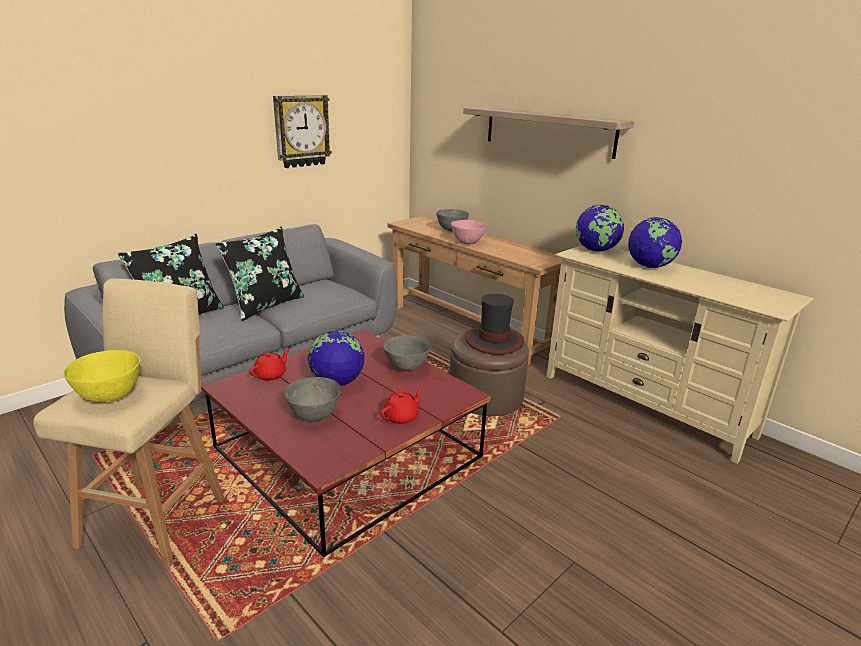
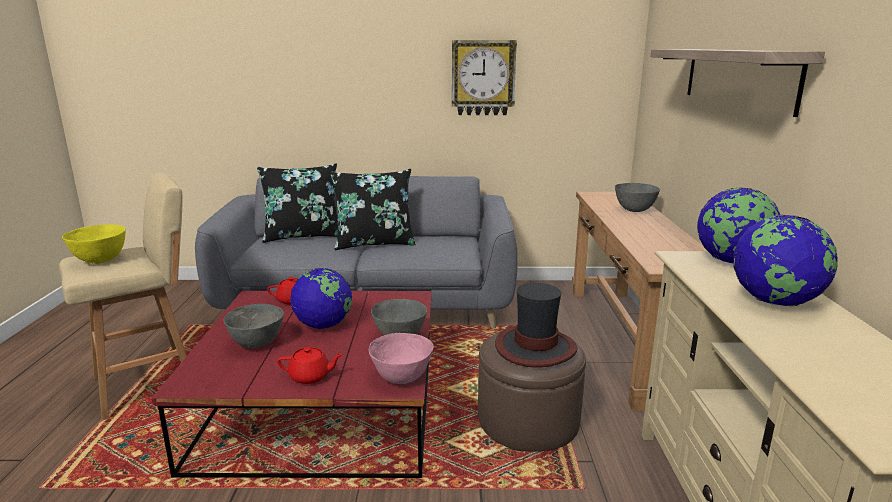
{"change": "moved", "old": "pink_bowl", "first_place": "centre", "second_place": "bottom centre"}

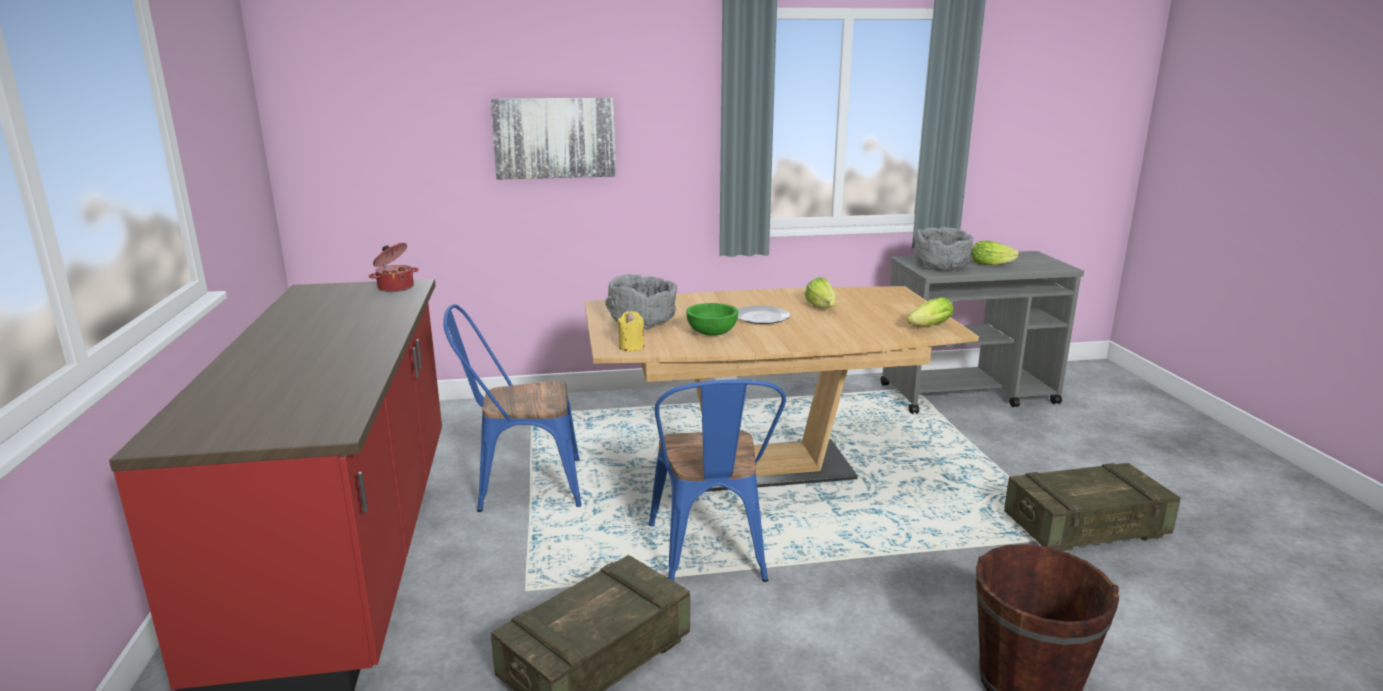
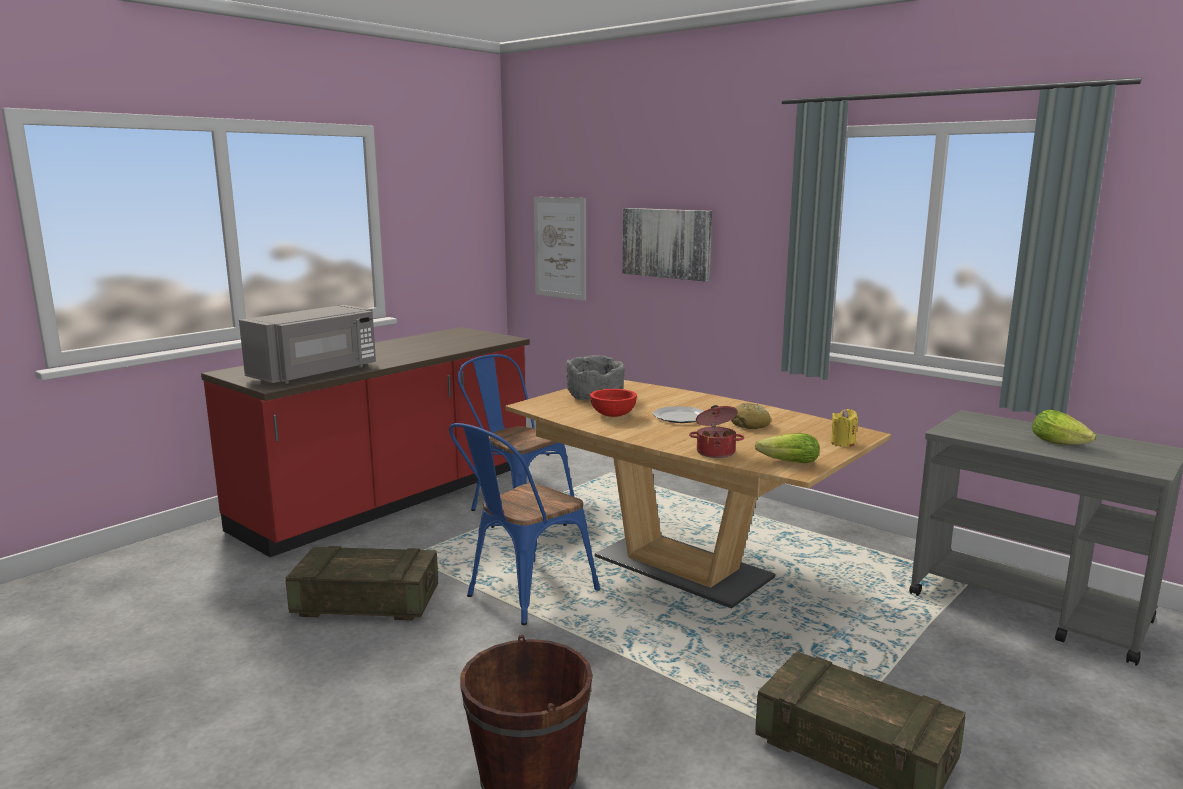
{"change": "moved", "old": "cooking_pot", "first_place": "middle left", "second_place": "centre"}
{"change": "moved", "old": "yellow_candle", "first_place": "centre", "second_place": "middle right"}
{"change": "recoloured", "old": "green_bowl", "new": "red_bowl", "first_place": "centre", "second_place": "centre"}
{"change": "replaced", "old": "lettuce (1st from left)", "new": "bread", "first_place": "centre", "second_place": "centre"}
{"change": "removed", "old": "grey_bowl (2nd from left)", "first_place": "middle right"}
{"change": "added", "new": "grey_microwave", "second_place": "middle left"}
{"change": "added", "new": "picture (1st from left)", "second_place": "top centre"}

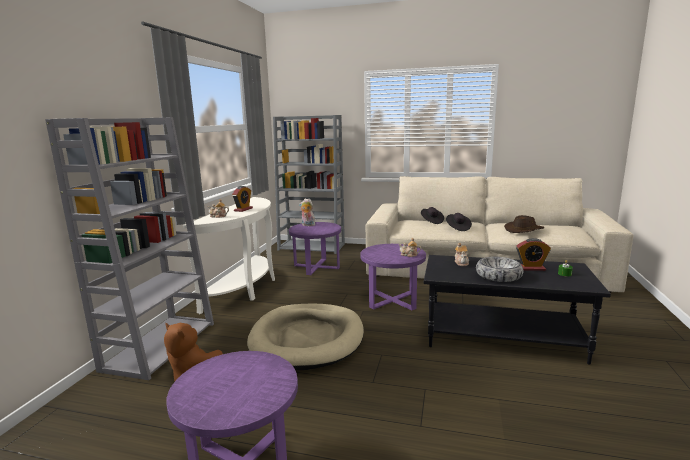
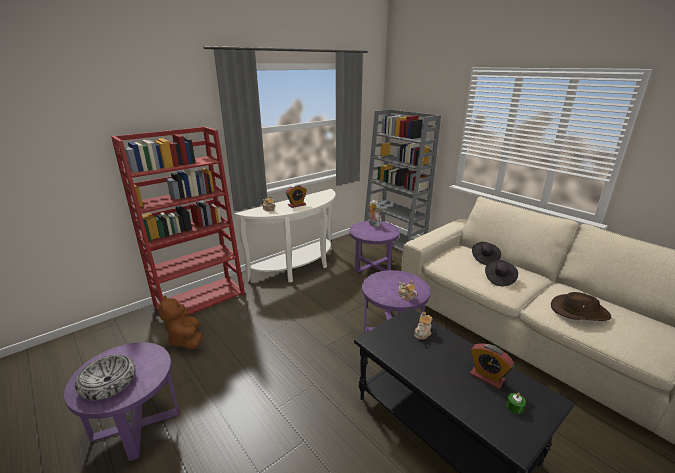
{"change": "recoloured", "old": "grey_bookcase (1st from left)", "new": "red_bookcase", "first_place": "middle left", "second_place": "middle left"}
{"change": "removed", "old": "beige_dog_bed", "first_place": "bottom centre"}
{"change": "moved", "old": "bowl", "first_place": "middle right", "second_place": "bottom left"}

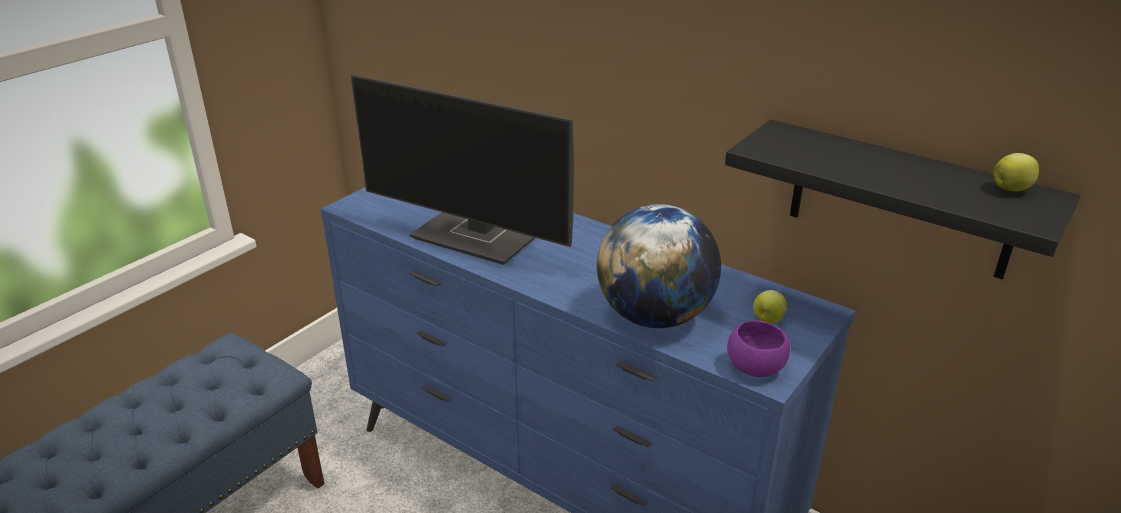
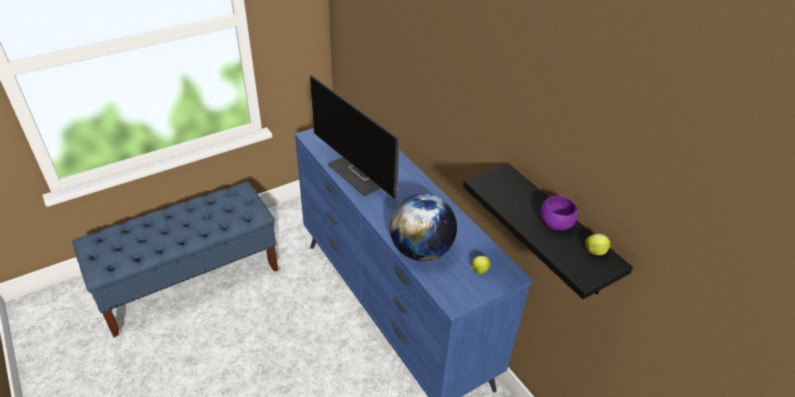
{"change": "moved", "old": "purple_bowl", "first_place": "bottom right", "second_place": "middle right"}

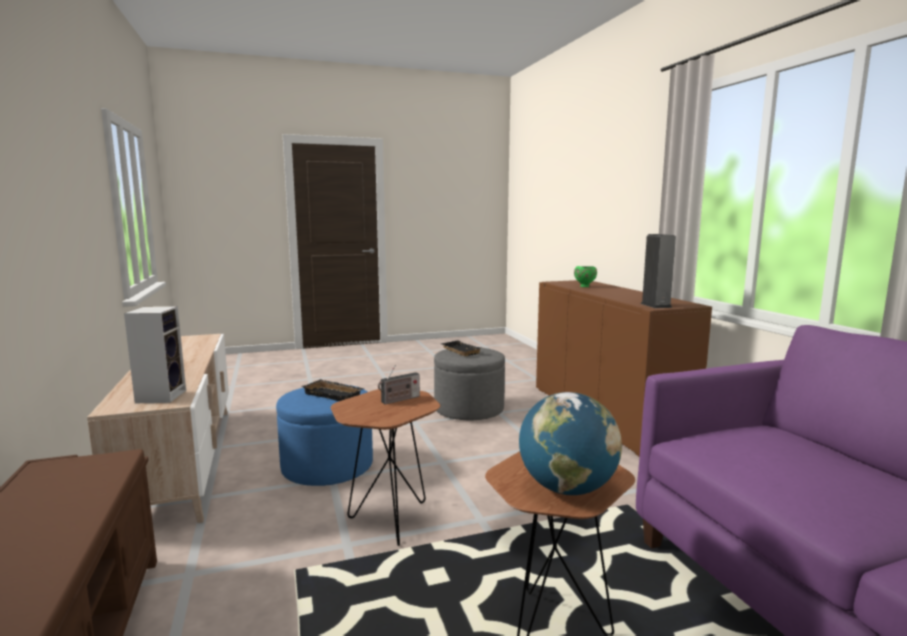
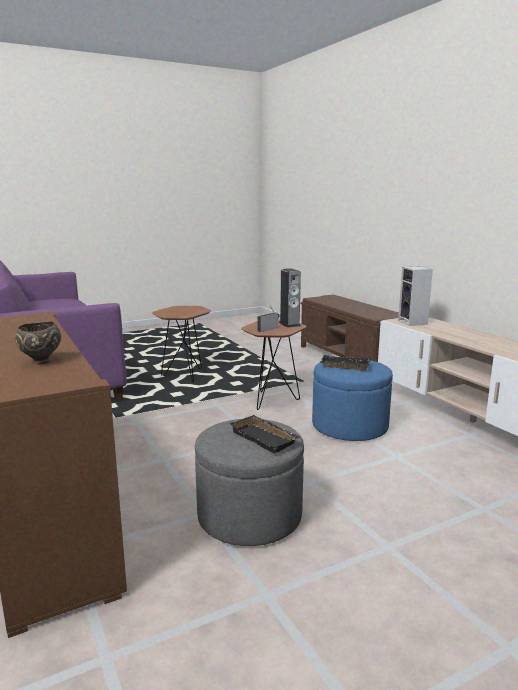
{"change": "removed", "old": "globe", "first_place": "bottom centre"}
{"change": "recoloured", "old": "green_bowl", "new": "brown_bowl", "first_place": "centre", "second_place": "middle left"}
{"change": "moved", "old": "speaker (2nd from left in the first image)", "new": "speaker (1st from left)", "first_place": "middle right", "second_place": "centre"}

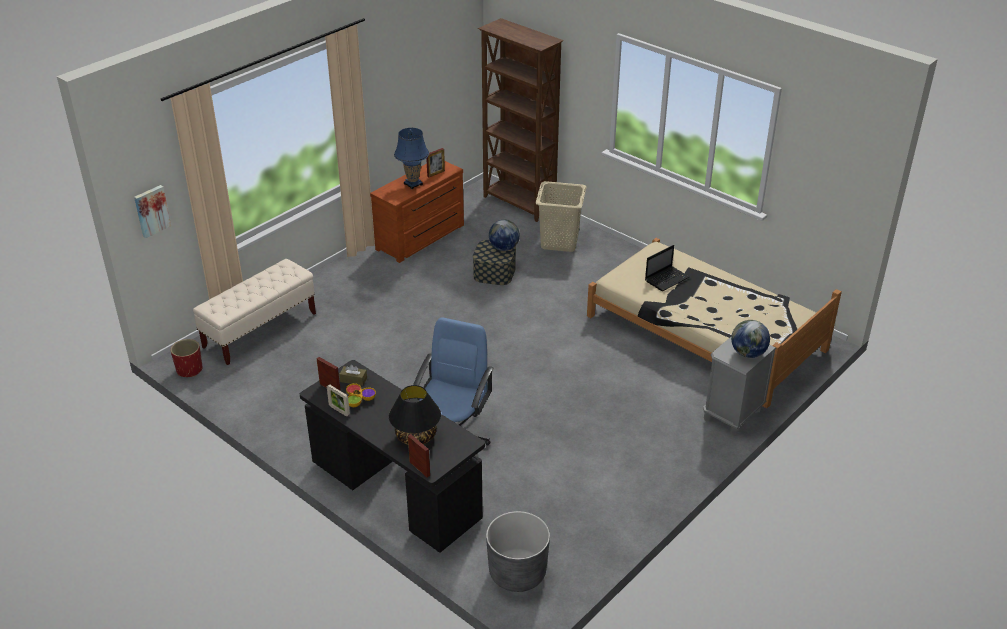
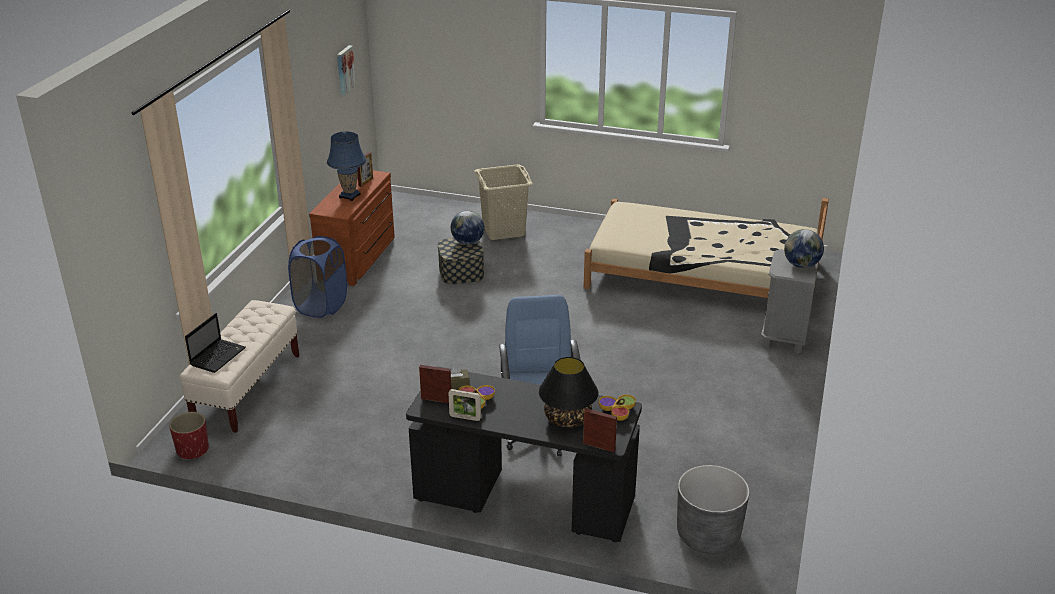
{"change": "moved", "old": "picture", "first_place": "middle left", "second_place": "top left"}
{"change": "removed", "old": "brown_bookcase", "first_place": "top centre"}
{"change": "moved", "old": "laptop", "first_place": "centre", "second_place": "middle left"}
{"change": "added", "new": "blue_laundry_basket", "second_place": "middle left"}
{"change": "added", "new": "bowl (2nd from left)", "second_place": "bottom centre"}

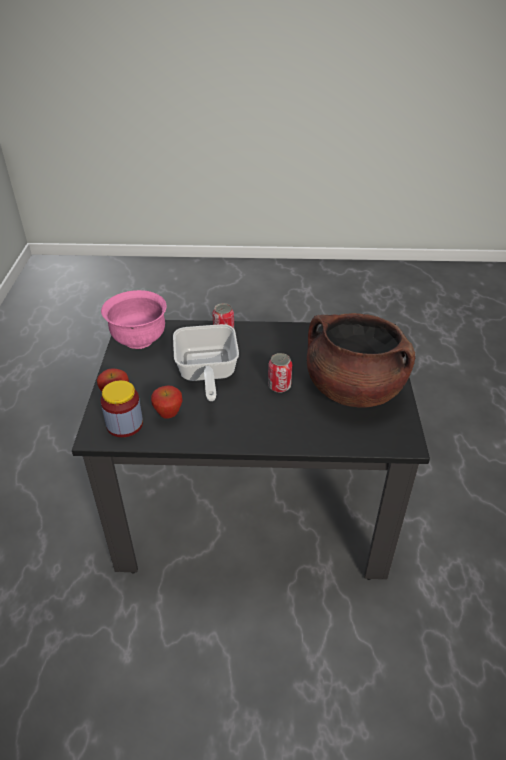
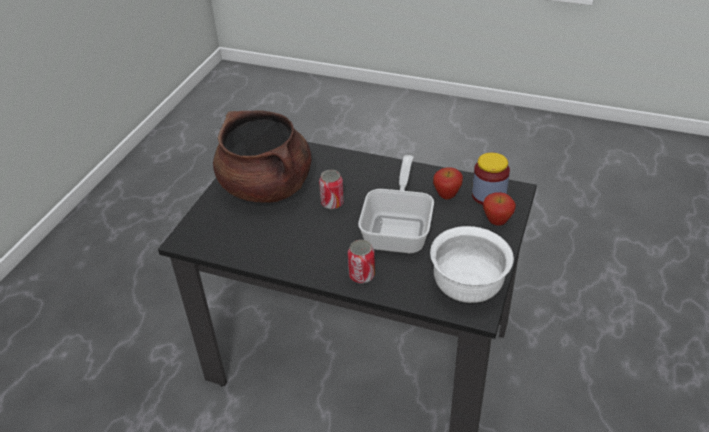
{"change": "recoloured", "old": "pink_bowl", "new": "white_bowl", "first_place": "middle left", "second_place": "centre"}

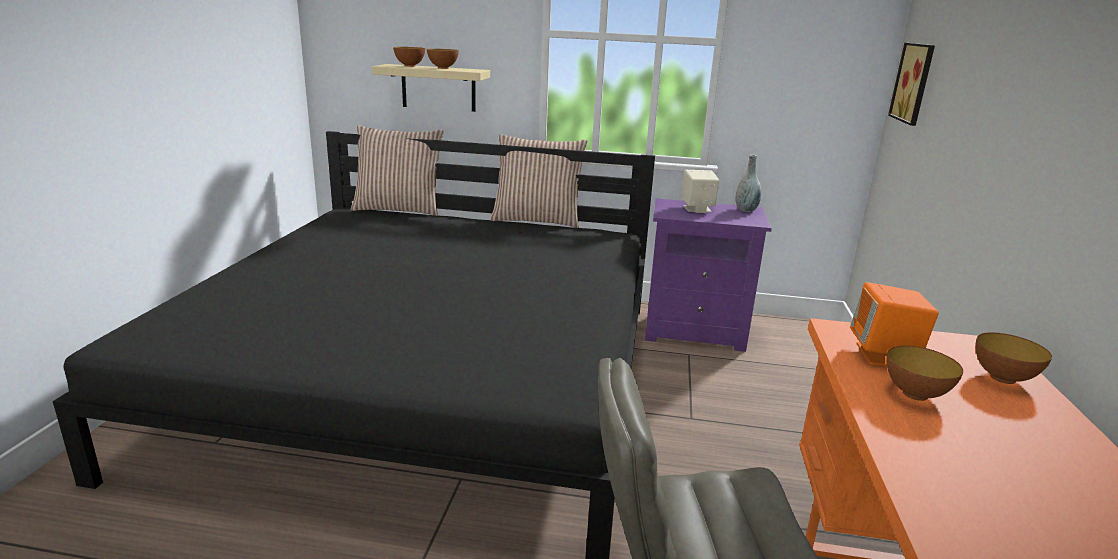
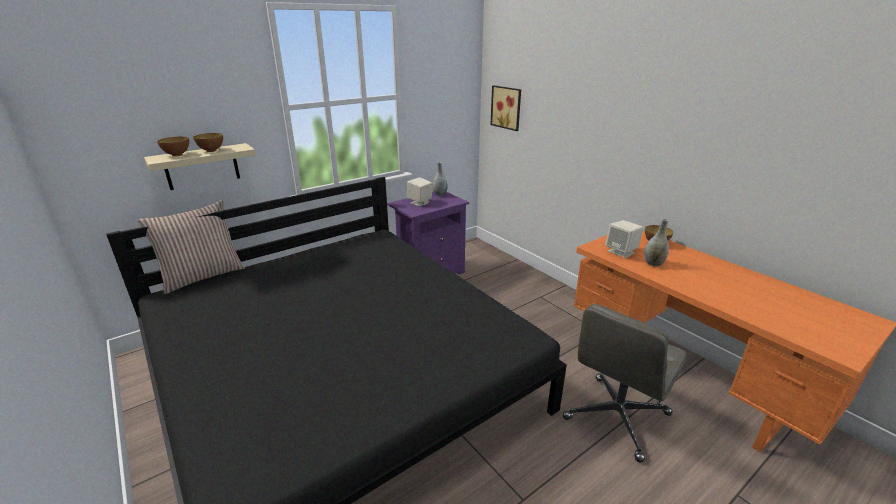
{"change": "removed", "old": "pillow (2nd from left)", "first_place": "top centre"}
{"change": "recoloured", "old": "orange_speaker", "new": "beige_speaker (2nd from left)", "first_place": "middle right", "second_place": "middle right"}
{"change": "replaced", "old": "bowl (3rd from left)", "new": "grey_vase (2nd from left)", "first_place": "bottom right", "second_place": "middle right"}

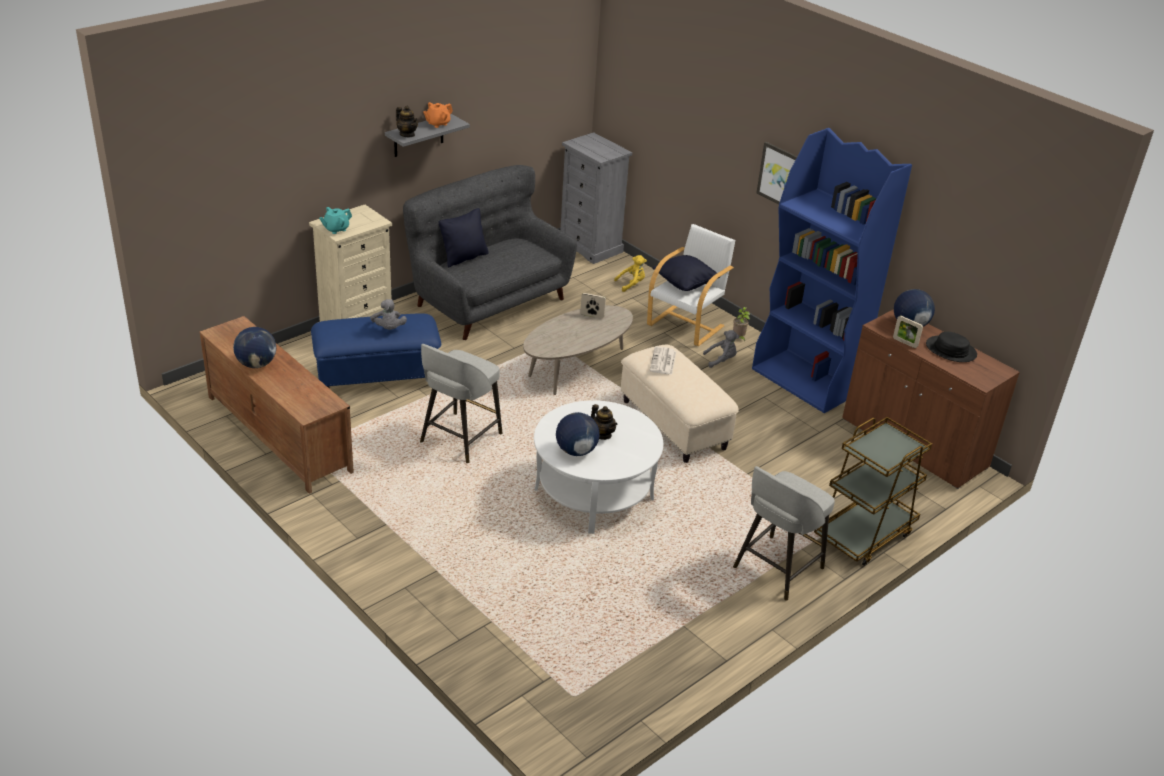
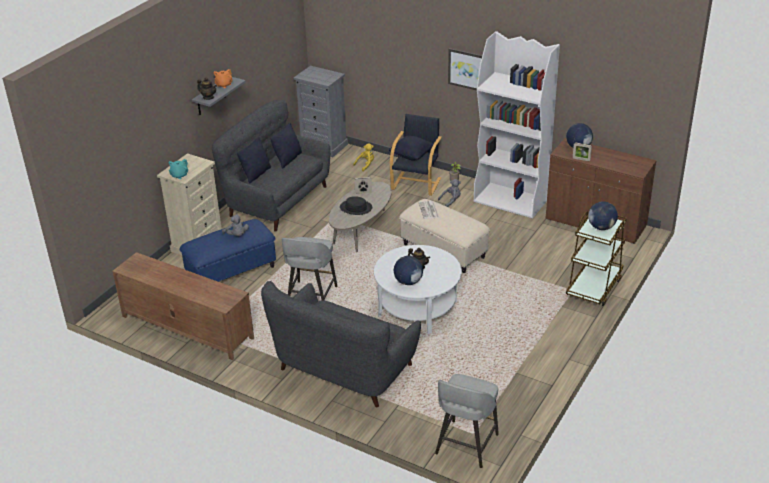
{"change": "moved", "old": "globe (1st from left in the first image)", "new": "globe (3rd from left)", "first_place": "middle left", "second_place": "middle right"}
{"change": "recoloured", "old": "white_armchair", "new": "black_armchair", "first_place": "centre", "second_place": "top centre"}
{"change": "moved", "old": "grey_stool (2nd from left)", "first_place": "bottom right", "second_place": "bottom centre"}
{"change": "recoloured", "old": "blue_bookcase", "new": "white_bookcase", "first_place": "middle right", "second_place": "top right"}
{"change": "moved", "old": "black_hat", "first_place": "middle right", "second_place": "centre"}
{"change": "added", "new": "grey_sofa (2nd from left)", "second_place": "bottom centre"}
{"change": "added", "new": "black_pillow (2nd from left)", "second_place": "top centre"}

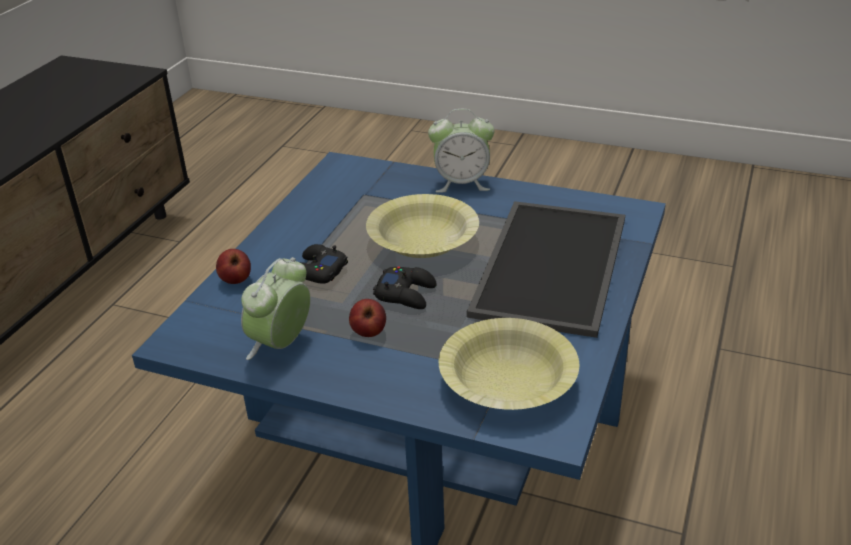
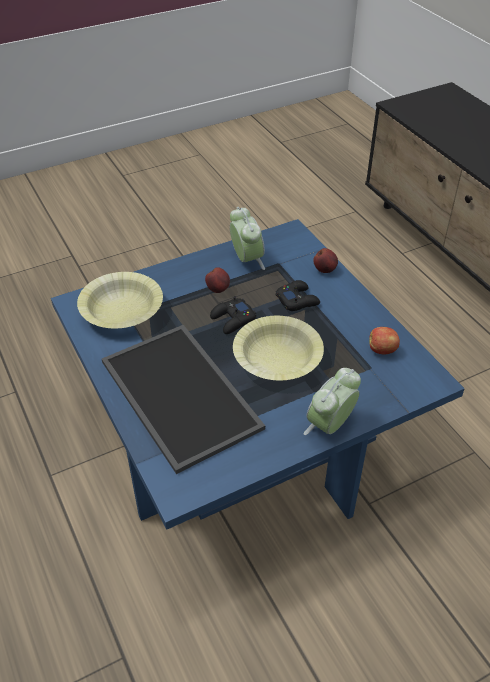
{"change": "added", "new": "apple (3rd from left)", "second_place": "middle right"}

